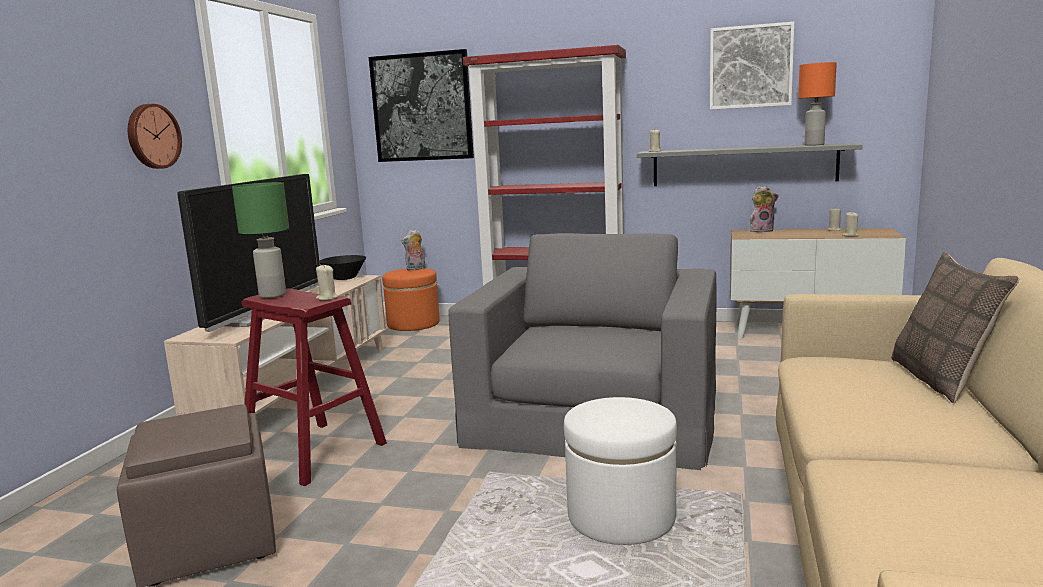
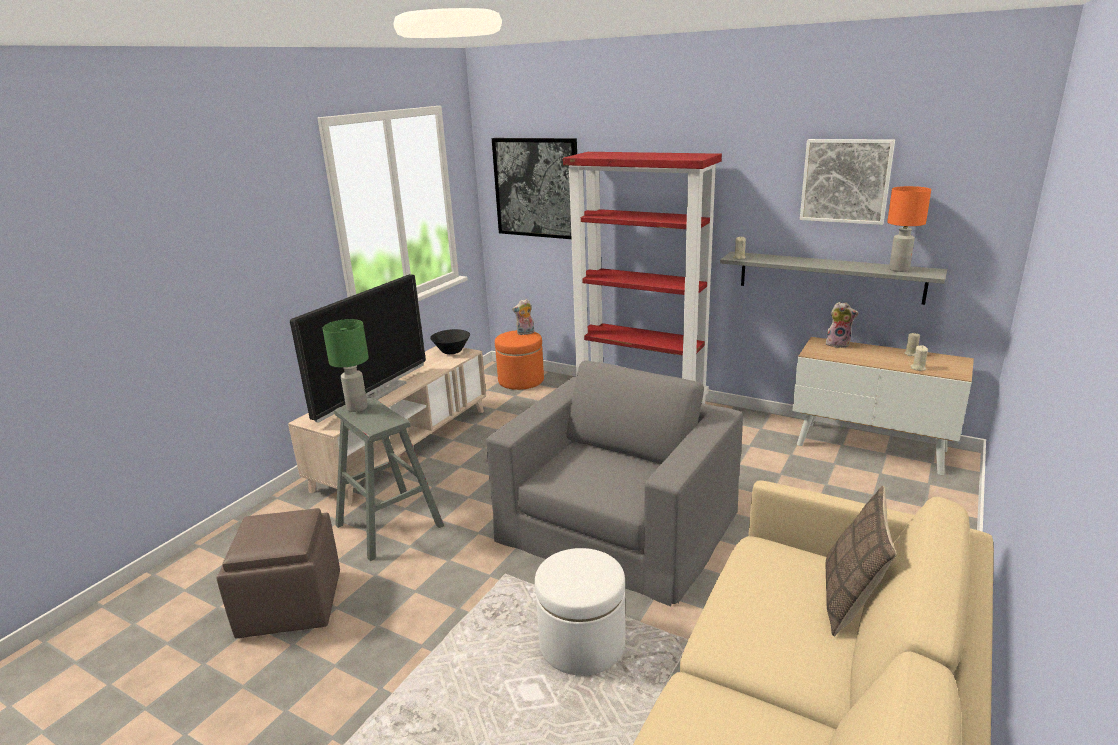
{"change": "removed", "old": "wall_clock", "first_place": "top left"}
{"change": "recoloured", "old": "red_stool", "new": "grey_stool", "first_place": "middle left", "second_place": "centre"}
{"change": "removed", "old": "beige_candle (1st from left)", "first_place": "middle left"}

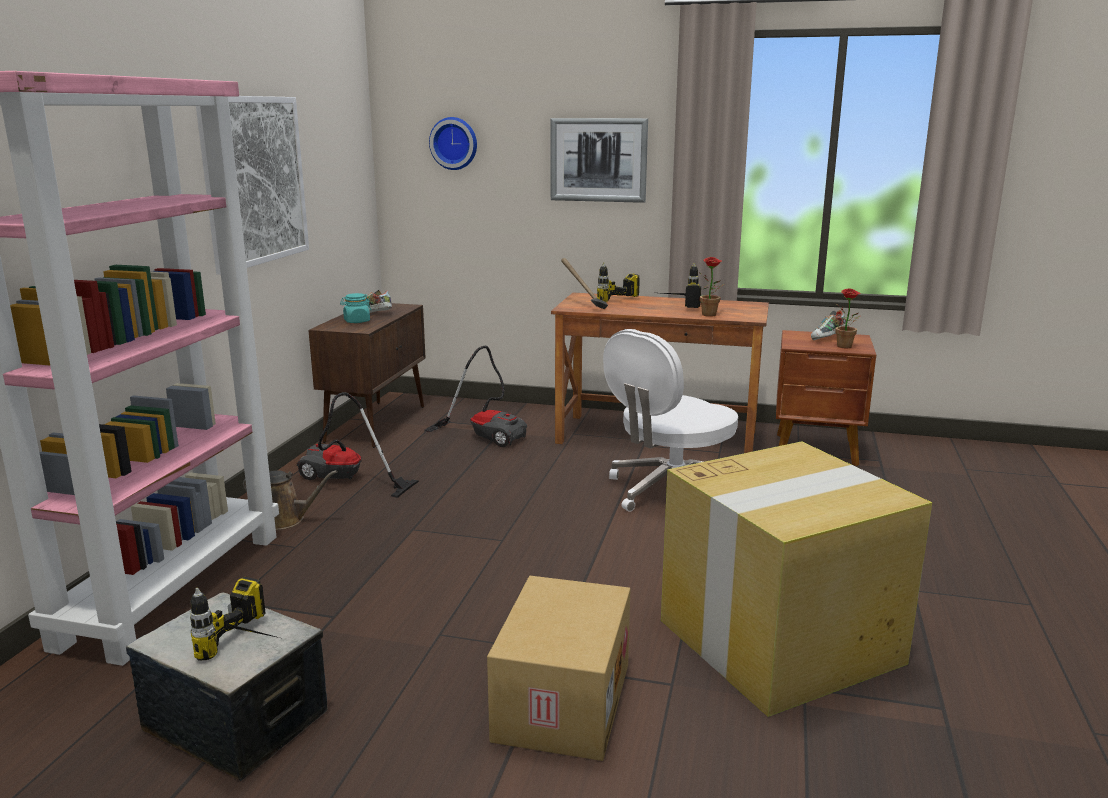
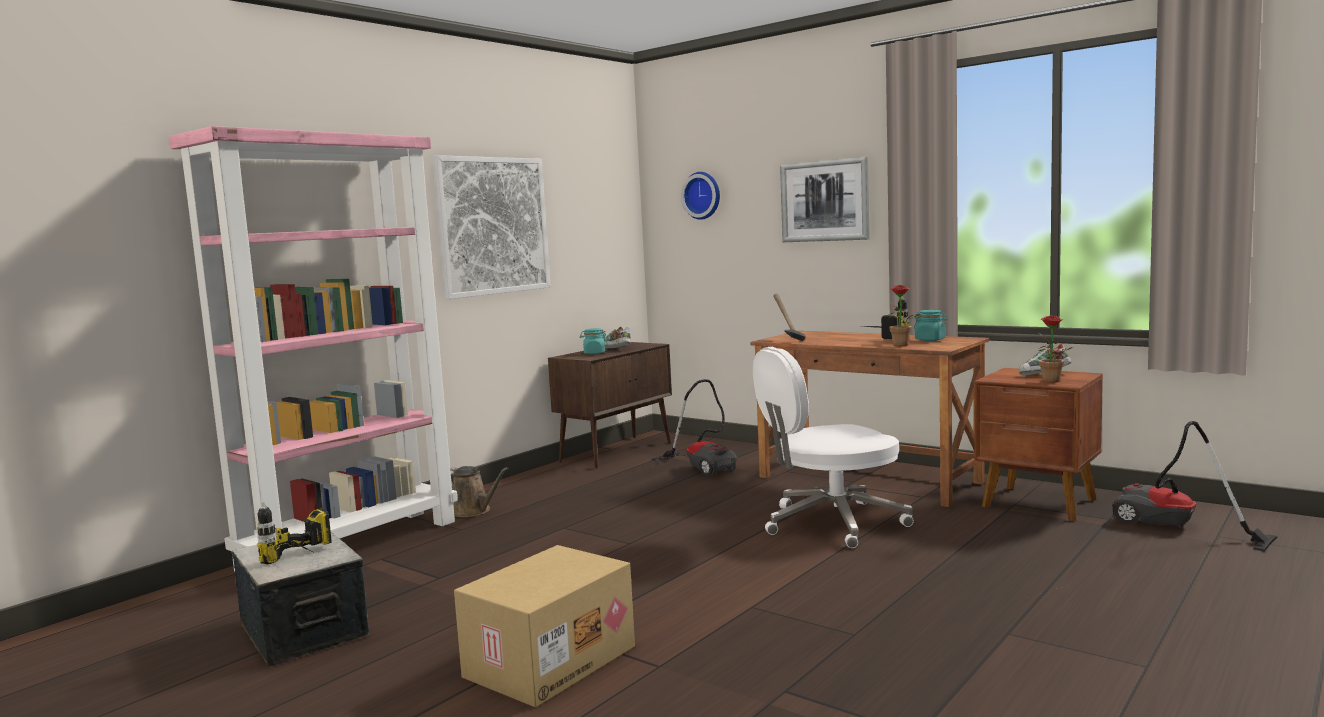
{"change": "moved", "old": "vacuum_cleaner (1st from left in the first image)", "new": "vacuum_cleaner (2nd from left)", "first_place": "middle left", "second_place": "bottom right"}
{"change": "removed", "old": "power_drill (2nd from left)", "first_place": "centre"}
{"change": "removed", "old": "cardboard_box (2nd from left)", "first_place": "bottom right"}
{"change": "added", "new": "turquoise_jar (2nd from left)", "second_place": "middle right"}

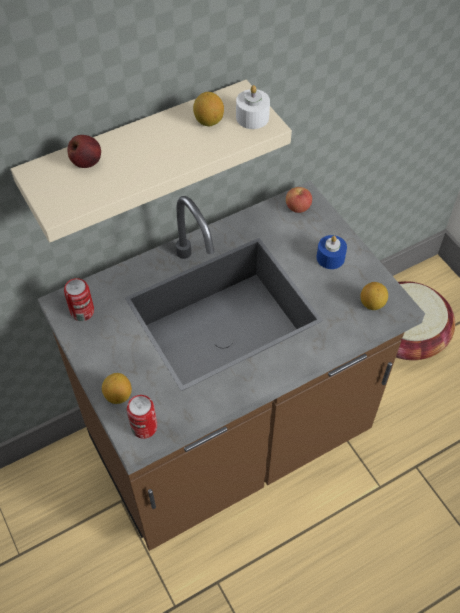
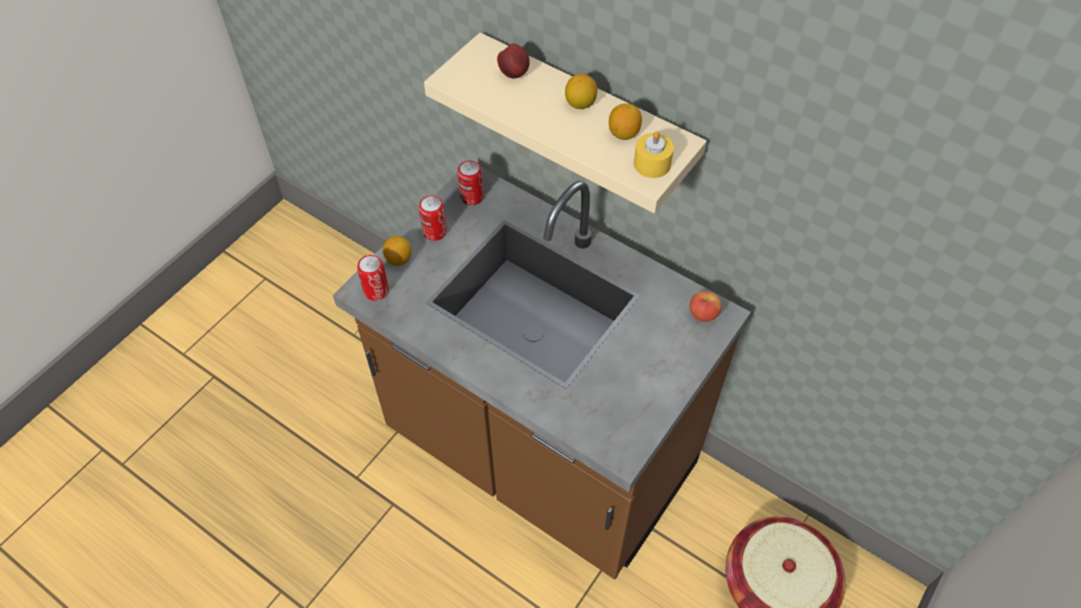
{"change": "recoloured", "old": "white_candle", "new": "yellow_candle", "first_place": "top centre", "second_place": "top centre"}
{"change": "removed", "old": "blue_candle", "first_place": "middle right"}
{"change": "moved", "old": "lemon (3rd from left in the first image)", "new": "lemon (2nd from left)", "first_place": "middle right", "second_place": "top centre"}
{"change": "added", "new": "can (2nd from left)", "second_place": "centre"}

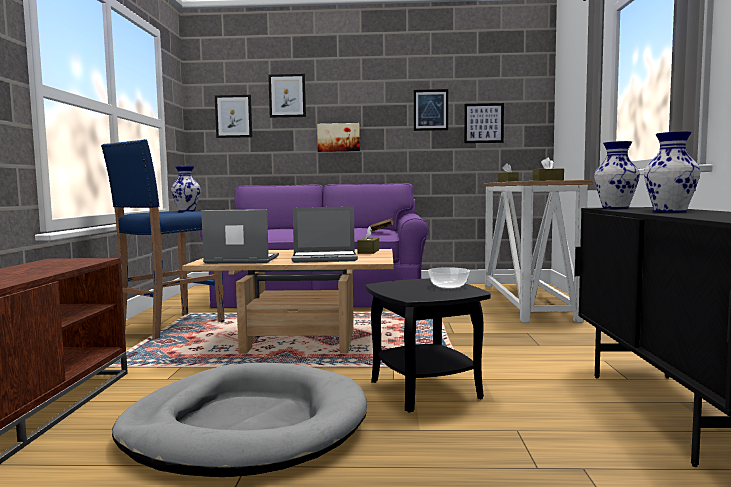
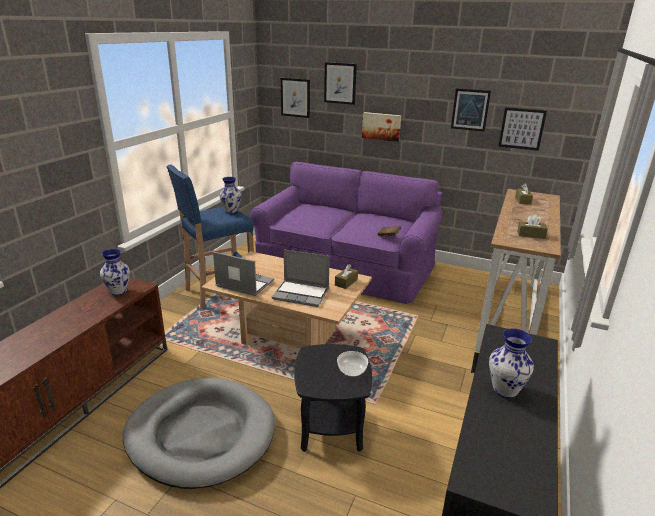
{"change": "moved", "old": "vase (2nd from left in the first image)", "new": "vase (1st from left)", "first_place": "middle right", "second_place": "middle left"}

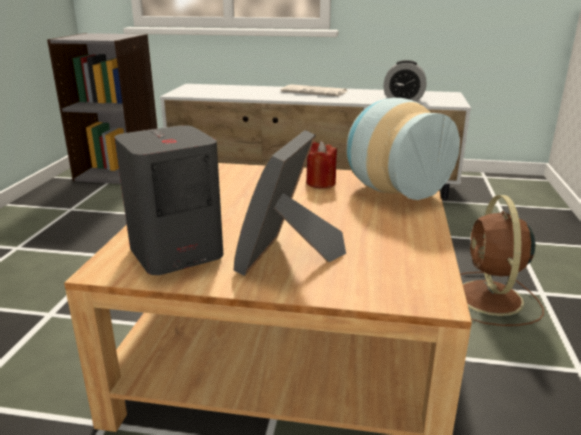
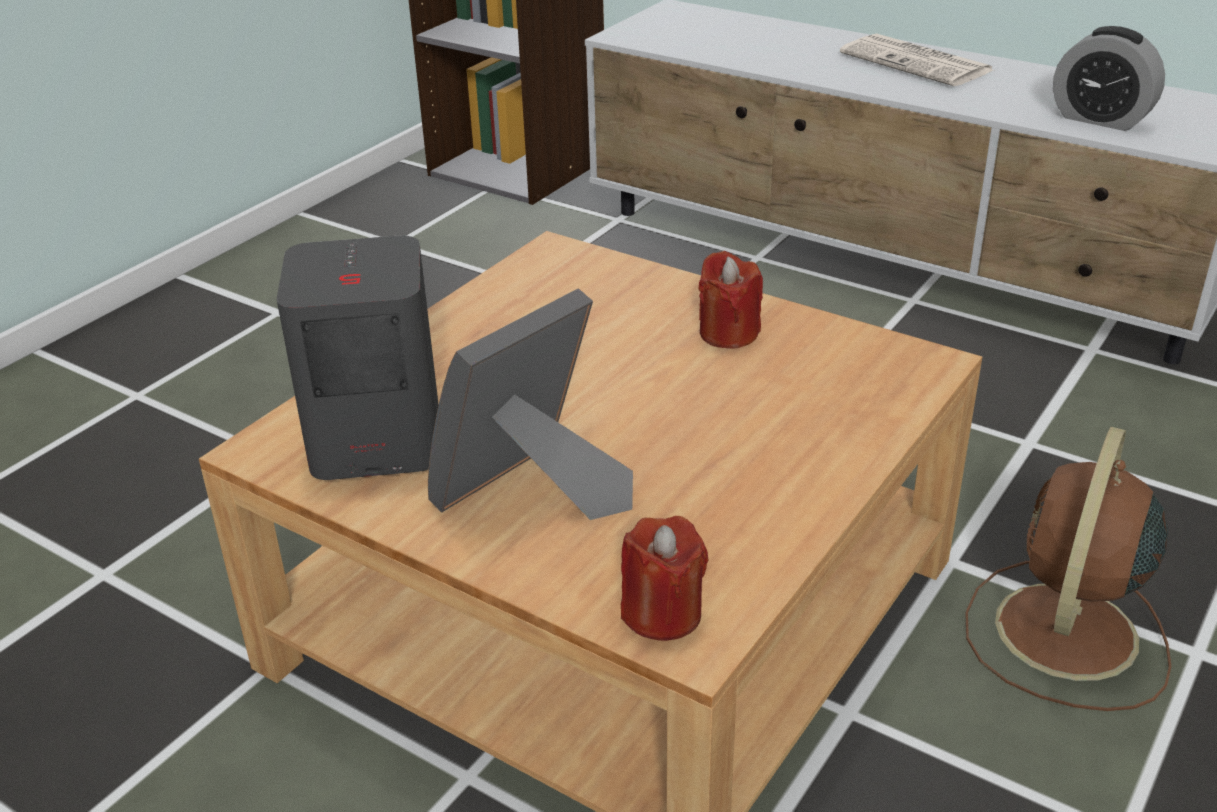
{"change": "removed", "old": "vase", "first_place": "middle right"}
{"change": "added", "new": "red_candle (1st from left)", "second_place": "bottom centre"}

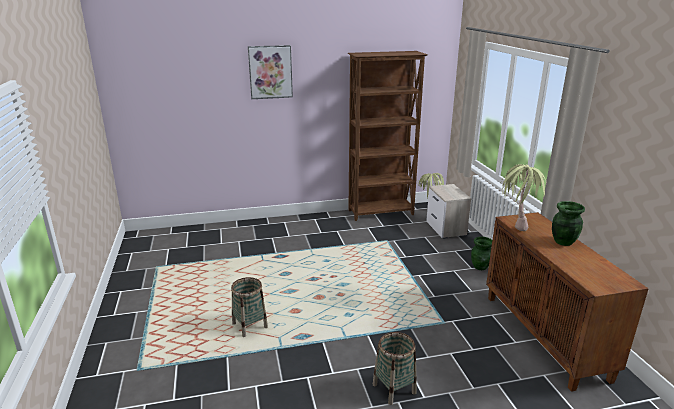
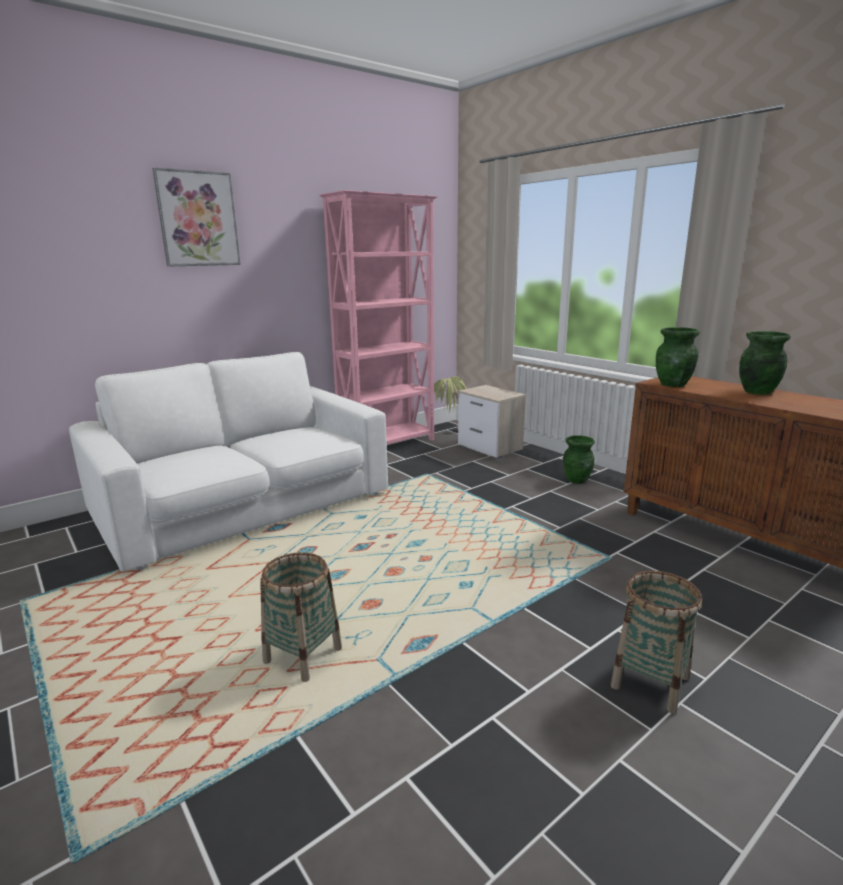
{"change": "recoloured", "old": "brown_bookcase", "new": "pink_bookcase", "first_place": "top centre", "second_place": "centre"}
{"change": "replaced", "old": "potted_plant (2nd from left)", "new": "green_vase (2nd from left)", "first_place": "middle right", "second_place": "middle right"}
{"change": "added", "new": "white_sofa", "second_place": "middle left"}

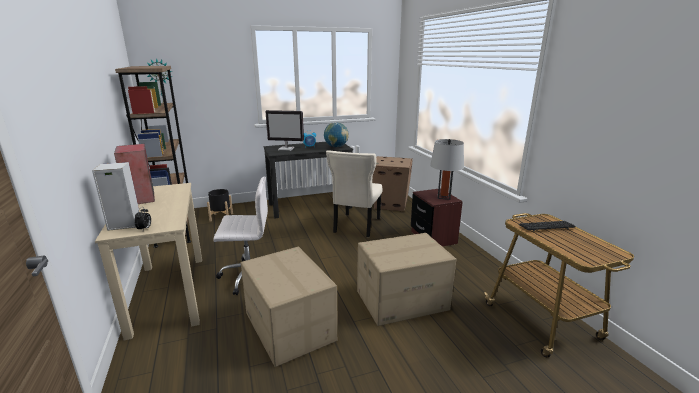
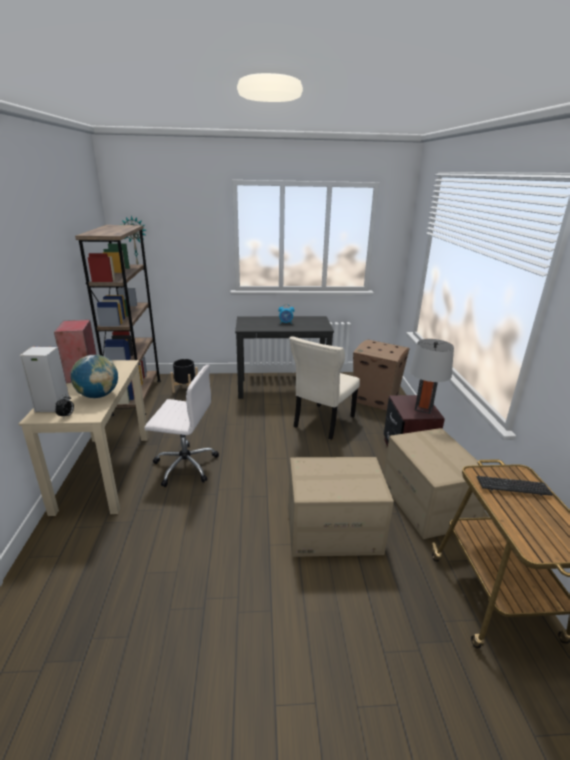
{"change": "moved", "old": "cardboard_box (1st from left in the first image)", "new": "cardboard_box (3rd from left)", "first_place": "bottom centre", "second_place": "middle right"}
{"change": "removed", "old": "monitor", "first_place": "top centre"}
{"change": "moved", "old": "globe", "first_place": "centre", "second_place": "middle left"}

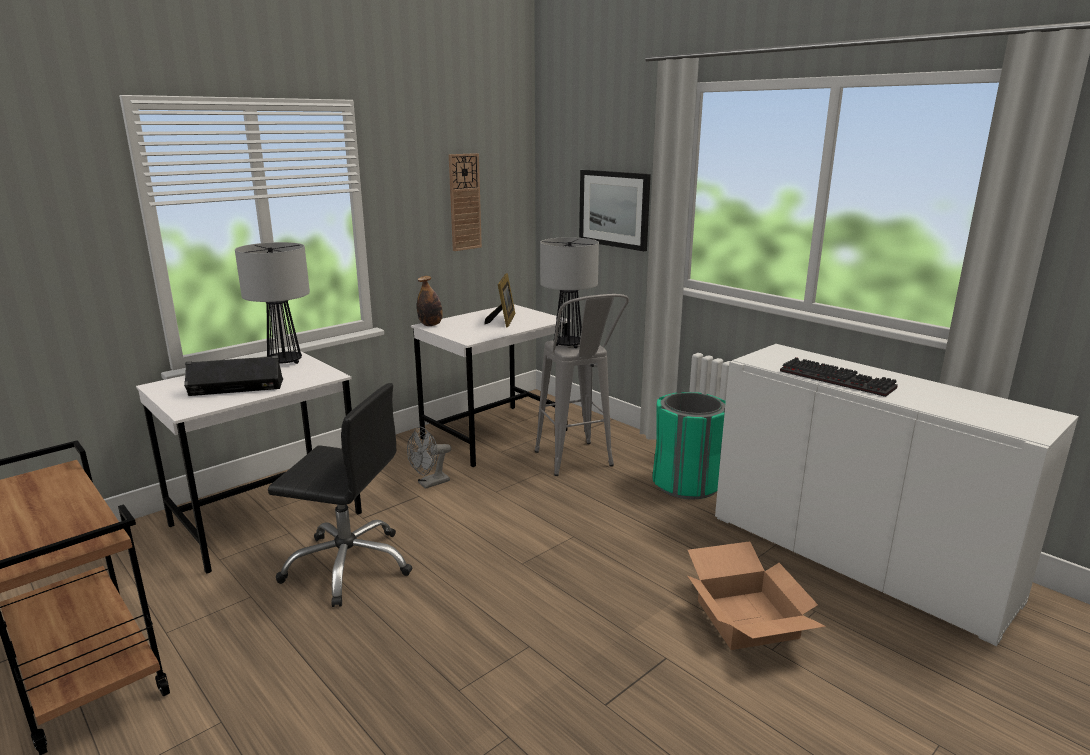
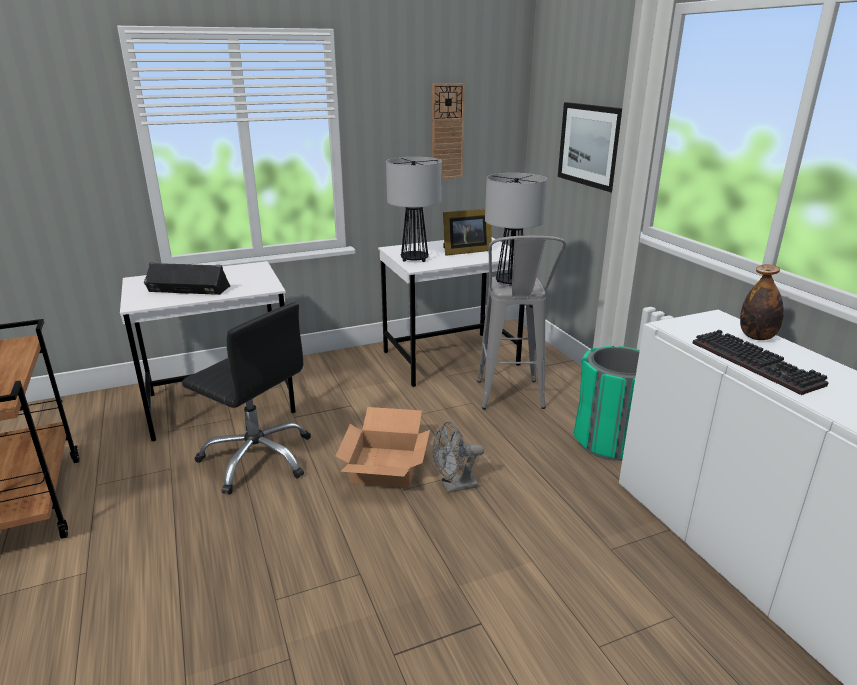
{"change": "moved", "old": "table_lamp (1st from left)", "first_place": "middle left", "second_place": "top centre"}
{"change": "moved", "old": "grey_fan", "first_place": "centre", "second_place": "bottom centre"}
{"change": "moved", "old": "bottle", "first_place": "centre", "second_place": "middle right"}
{"change": "turned", "old": "picture_frame", "first_place": "centre", "second_place": "centre", "degrees": 45}
{"change": "moved", "old": "cardboard_box", "first_place": "bottom right", "second_place": "centre"}

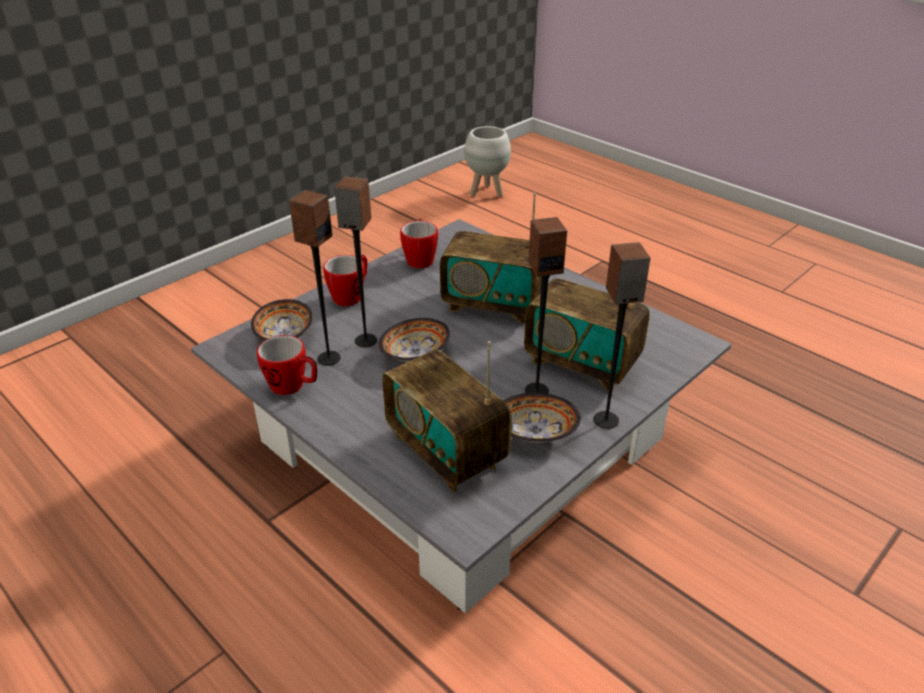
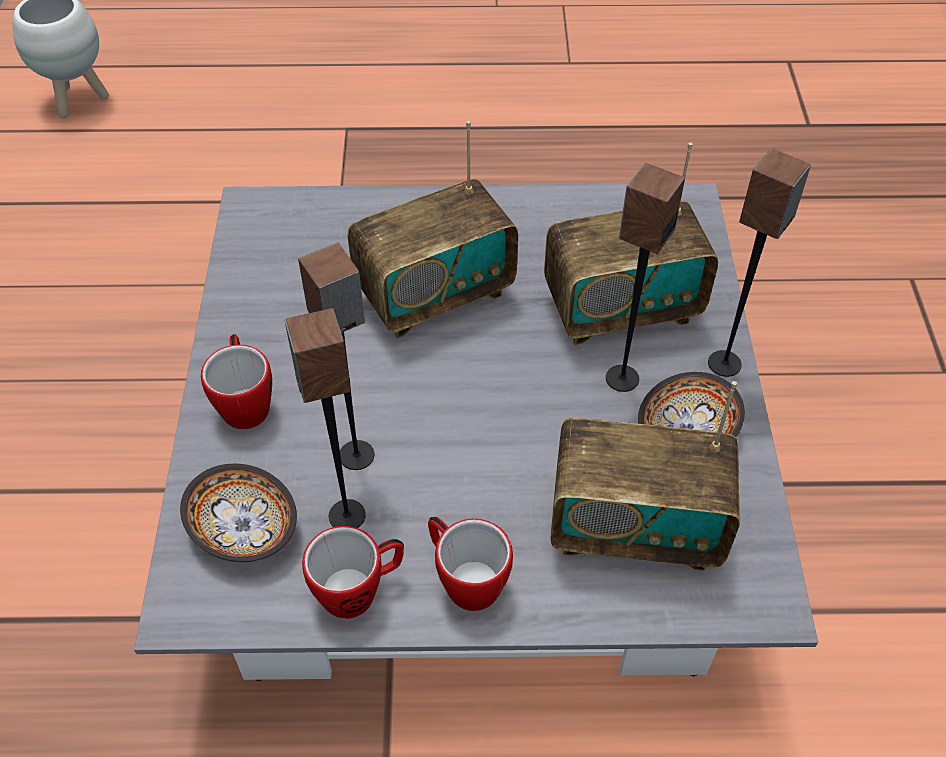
{"change": "removed", "old": "bowl (2nd from left)", "first_place": "centre"}
{"change": "moved", "old": "mug (3rd from left)", "first_place": "centre", "second_place": "bottom centre"}

